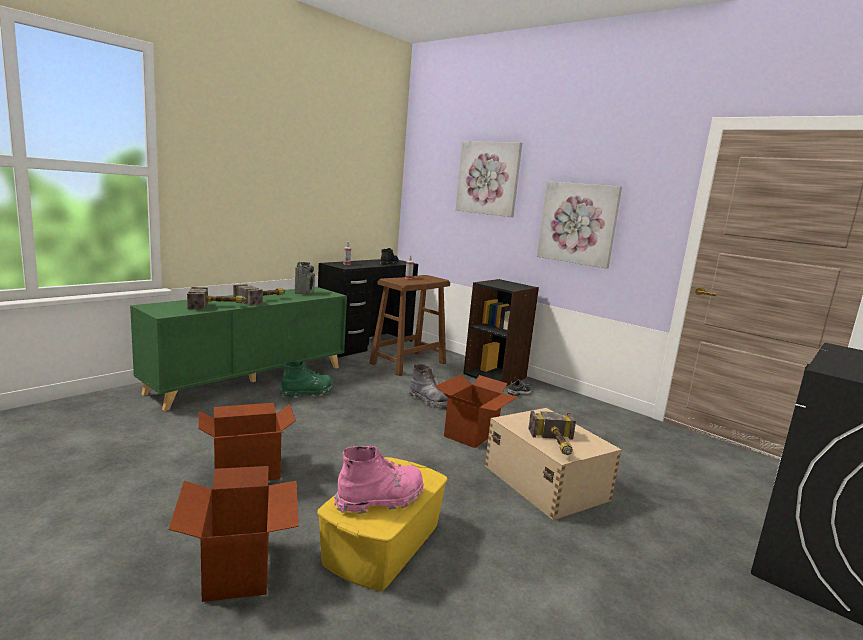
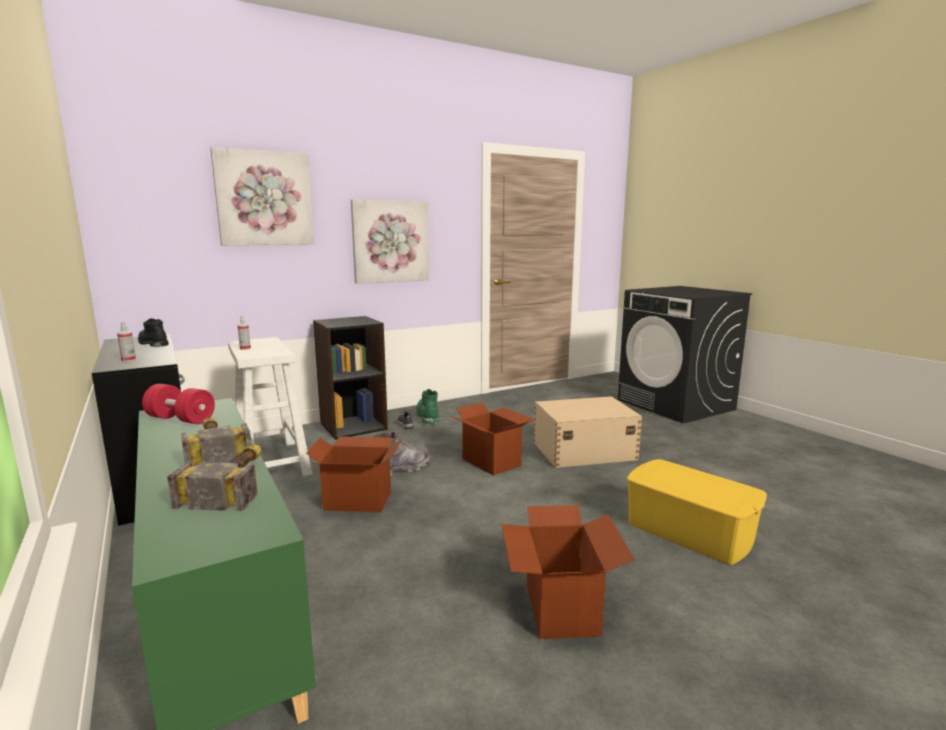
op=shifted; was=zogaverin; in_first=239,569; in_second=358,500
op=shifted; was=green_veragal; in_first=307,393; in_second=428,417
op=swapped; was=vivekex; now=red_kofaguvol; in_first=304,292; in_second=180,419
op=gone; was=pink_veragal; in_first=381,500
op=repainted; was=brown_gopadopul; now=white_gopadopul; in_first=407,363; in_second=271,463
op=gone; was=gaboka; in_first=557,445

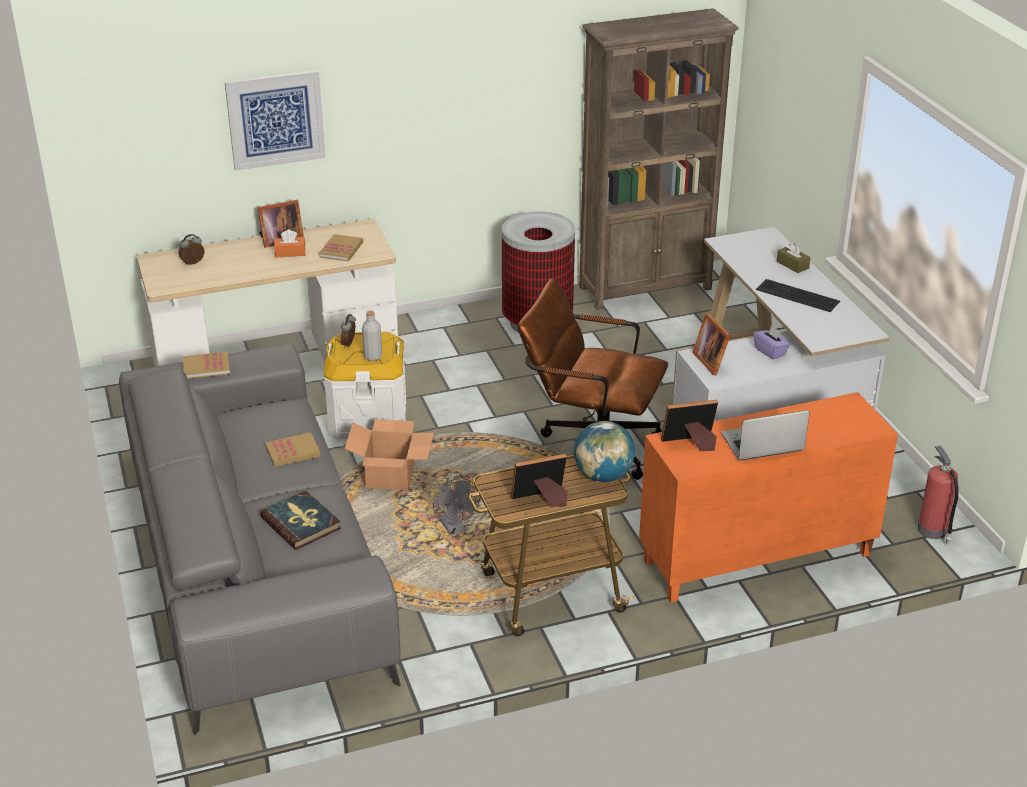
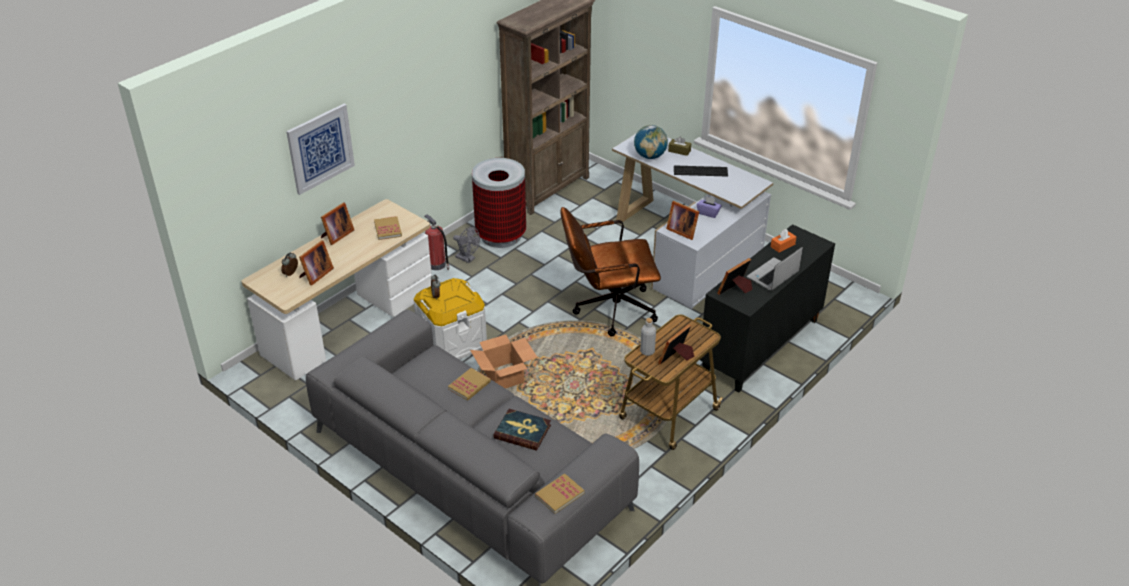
op=shifted; was=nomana; in_first=206,367; in_second=559,495
op=shifted; was=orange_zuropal; in_first=290,253; in_second=782,245
op=shifted; was=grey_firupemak; in_first=373,357; in_second=647,351
op=shifted; was=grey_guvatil; in_first=455,529; in_second=468,259
op=shifted; was=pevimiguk; in_first=603,476; in_second=650,156
op=repainted; was=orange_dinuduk; now=black_dinuduk; in_first=756,559; in_second=761,346
op=shifted; was=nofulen; in_first=933,531; in_second=437,265
op=new; now=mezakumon; in_second=315,275

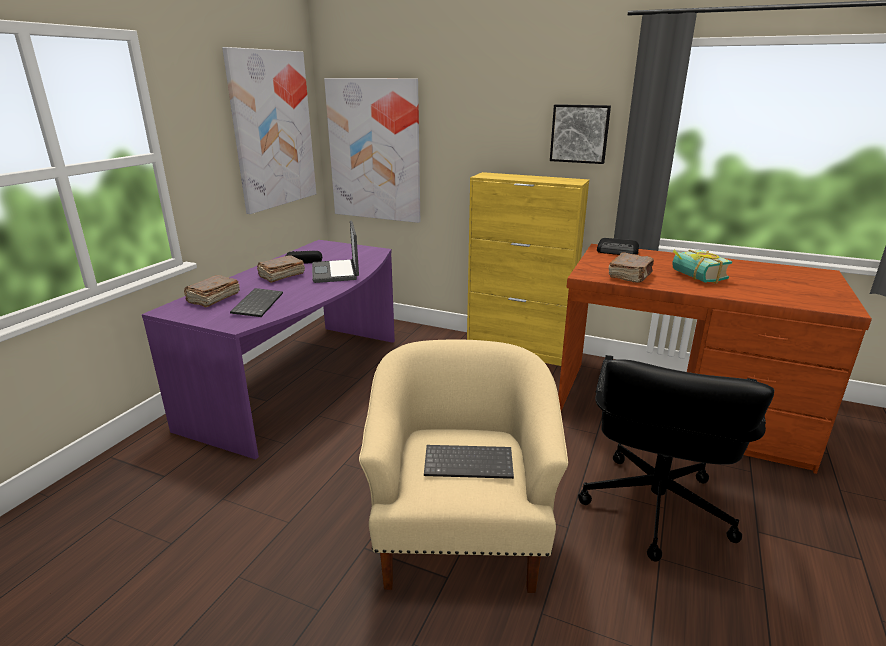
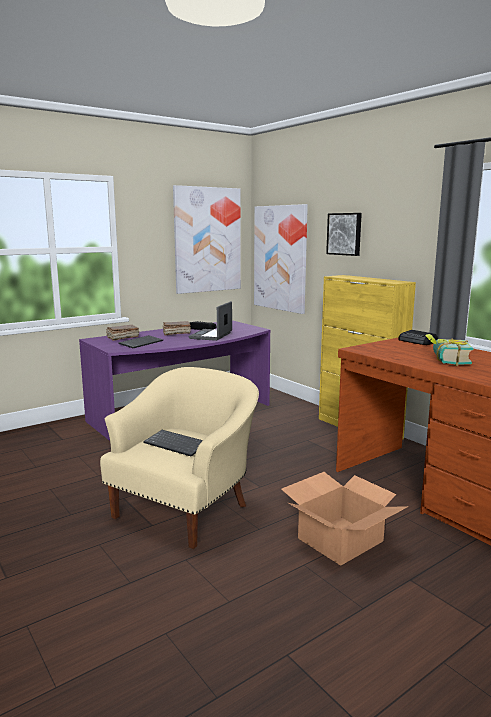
op=shifted; was=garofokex; in_first=579,133; in_second=345,234
op=swapped; was=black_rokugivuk; now=zogaverin; in_first=653,507; in_second=339,539
op=gone; was=brown_nomana; in_first=630,276

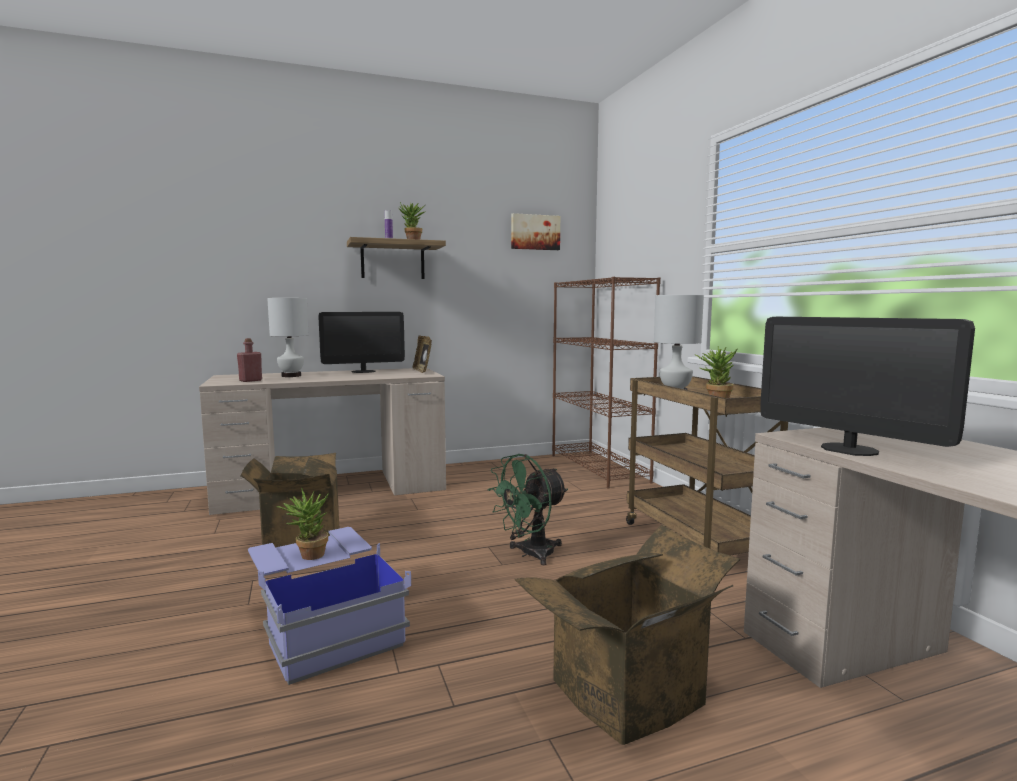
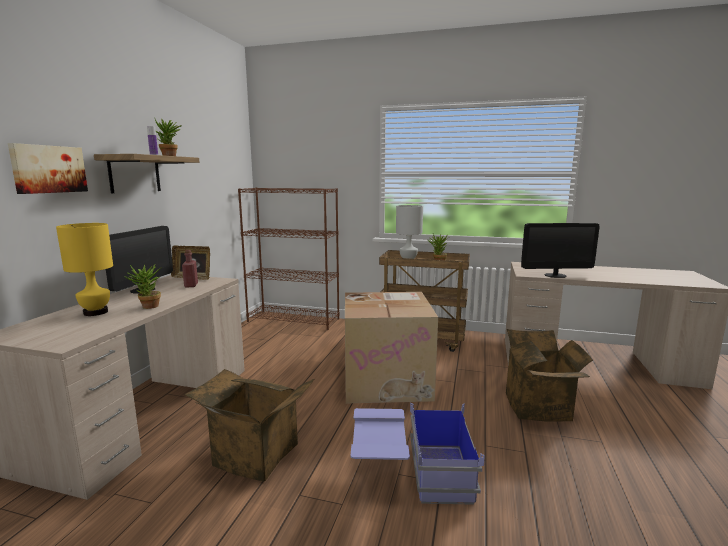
op=shifted; was=red_firupemak; in_first=250,380; in_second=191,285
op=repainted; was=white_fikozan; now=yellow_fikozan; in_first=291,376; in_second=96,312
op=shifted; was=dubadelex; in_first=307,556; in_second=148,307
op=swapped; was=green_guvatil; now=zogaverin; in_first=530,554; in_second=387,380
op=shifted; was=garofokex; in_first=535,232; in_second=48,169

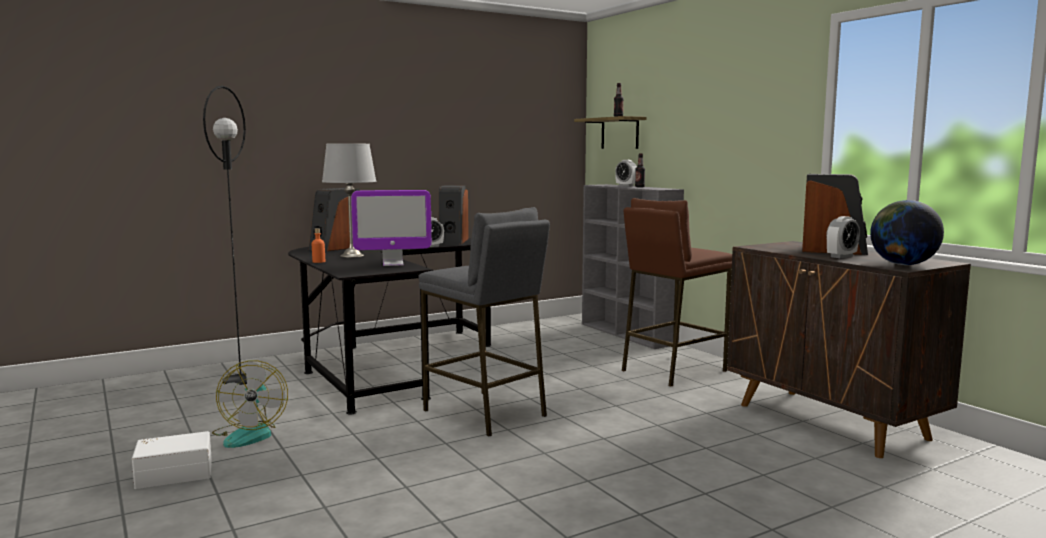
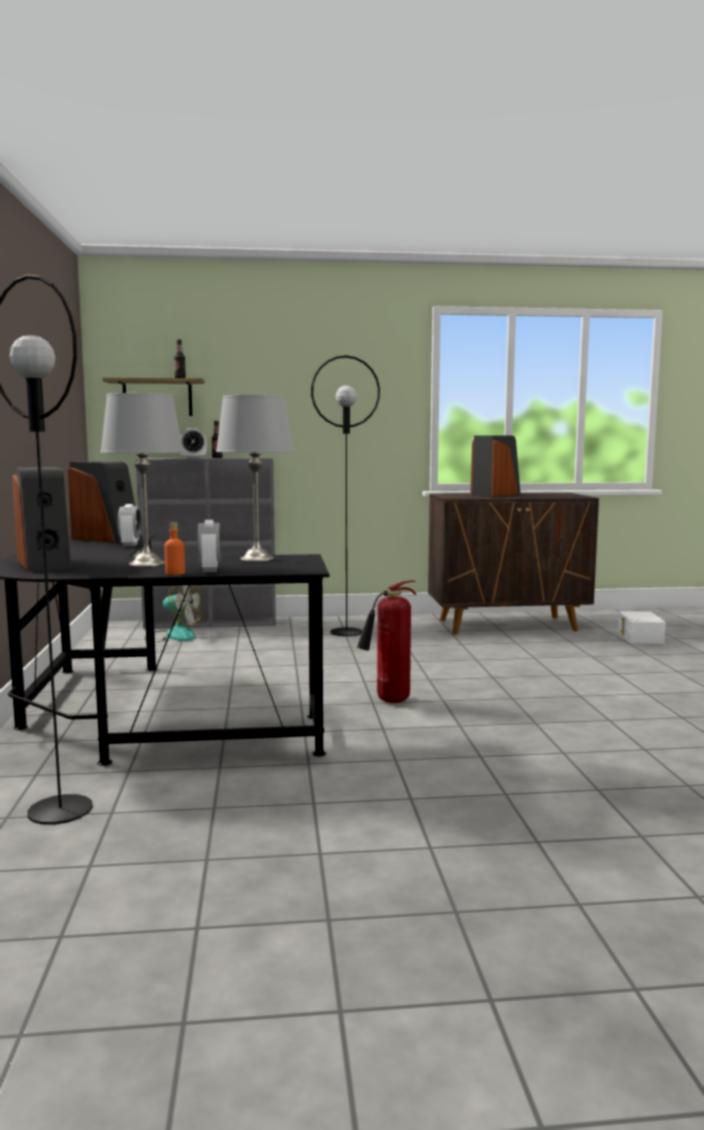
op=shifted; was=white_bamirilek; in_first=174,473; in_second=638,637
op=shifted; was=guvatil; in_first=250,434; in_second=173,636
op=swapped; was=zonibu; now=grey_fikozan; in_first=393,264; in_second=256,558
op=swapped; was=grey_gopadopul; now=nofulen; in_first=485,413; in_second=389,701
op=swapped; was=brown_gopadopul; now=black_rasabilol; in_first=672,370; in_second=346,632
op=shifted; was=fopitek; in_first=841,256; in_second=210,570
op=gone; was=pevimiguk; in_first=903,264

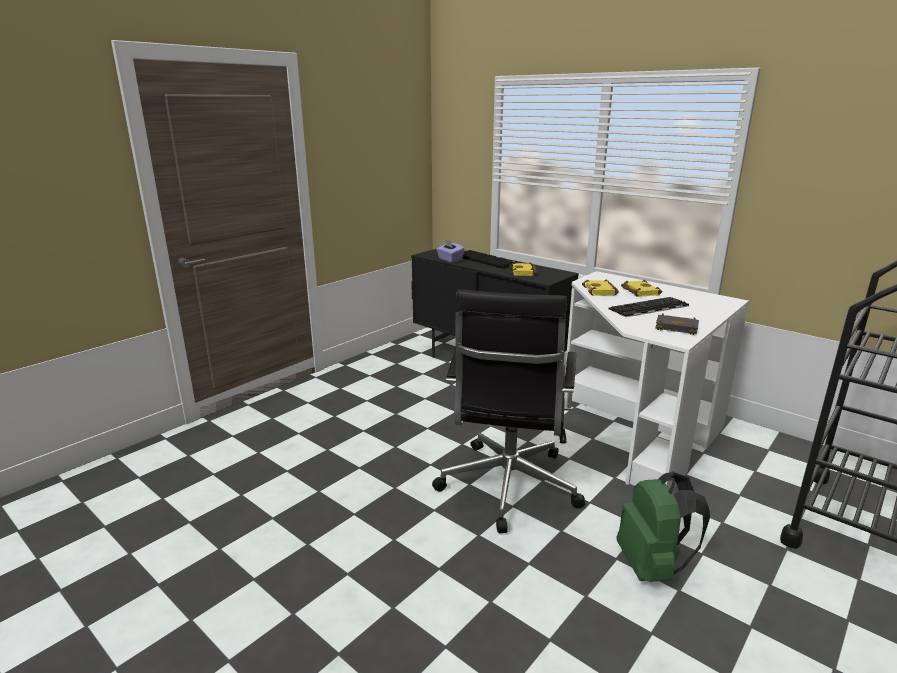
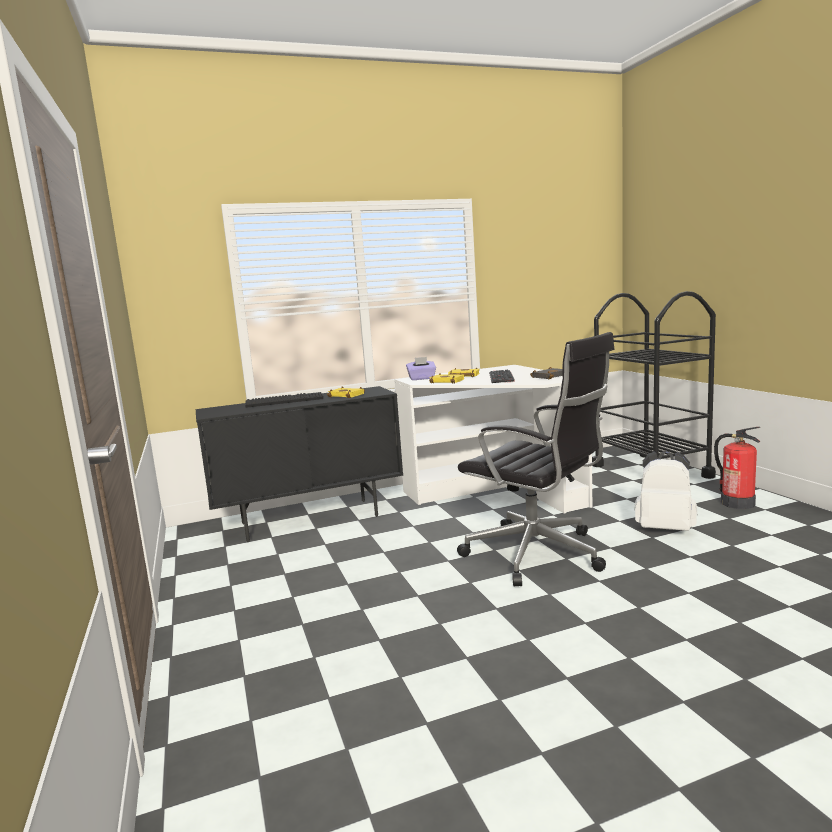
op=shifted; was=purple_zuropal; in_first=450,260; in_second=422,378
op=repainted; was=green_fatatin; now=white_fatatin; in_first=652,566; in_second=665,528
op=new; now=nofulen; in_second=737,503

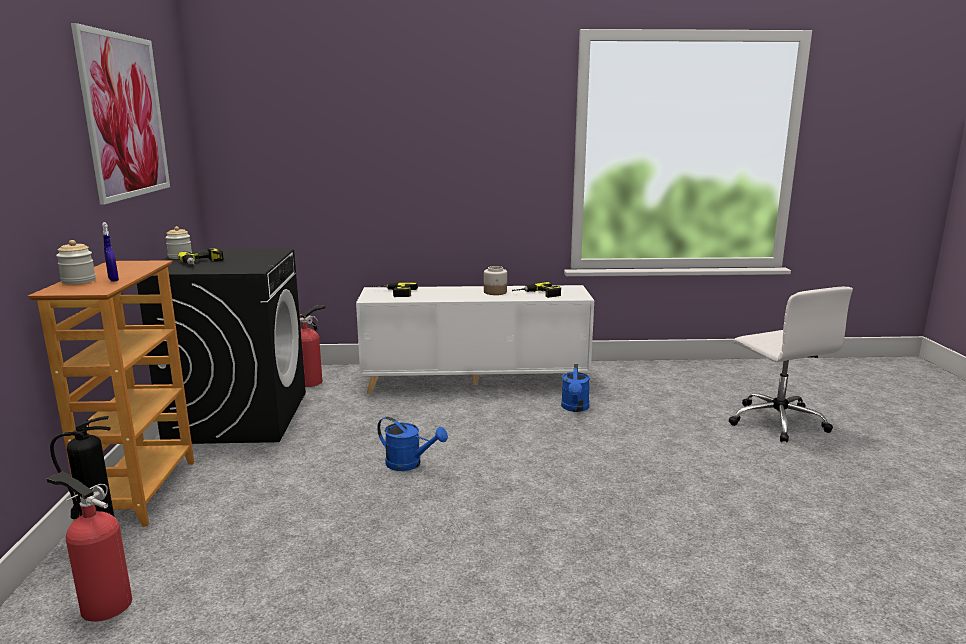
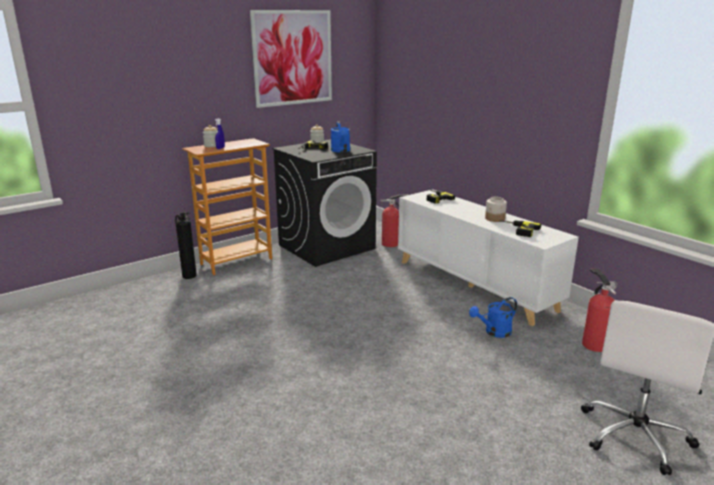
op=shifted; was=nofulen; in_first=103,603; in_second=593,343
op=shifted; was=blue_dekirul; in_first=409,464; in_second=341,151

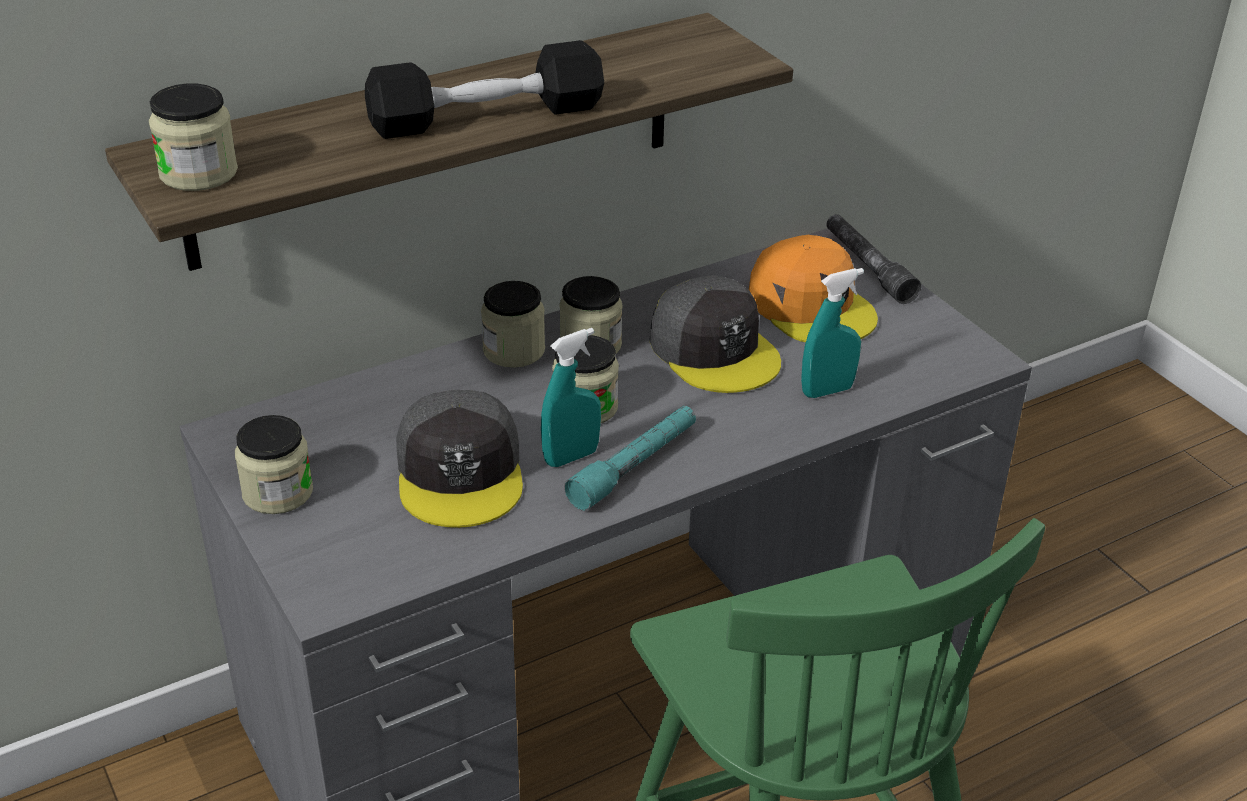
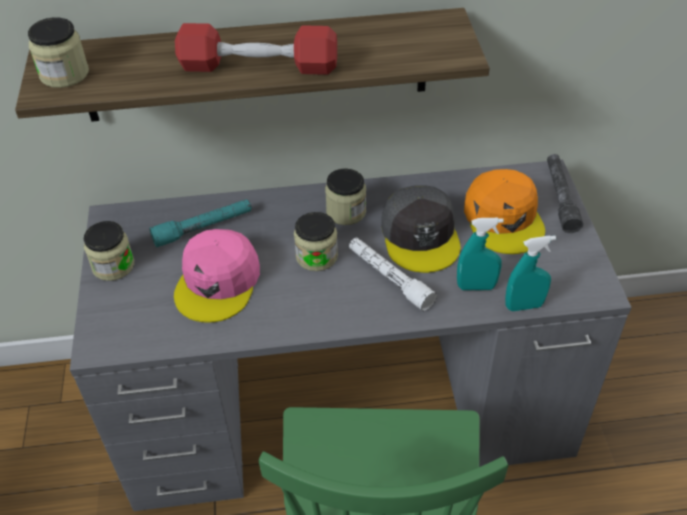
op=repainted; was=black_kofaguvol; now=red_kofaguvol; in_first=486,116; in_second=258,66
op=repainted; was=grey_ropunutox; now=pink_ropunutox; in_first=461,473; in_second=218,282
op=gone; was=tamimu; in_first=514,350
op=shifted; was=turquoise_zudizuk; in_first=571,457; in_second=524,306
op=shifted; was=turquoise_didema; in_first=634,466; in_second=203,228
op=new; now=white_didema; in_second=389,278

